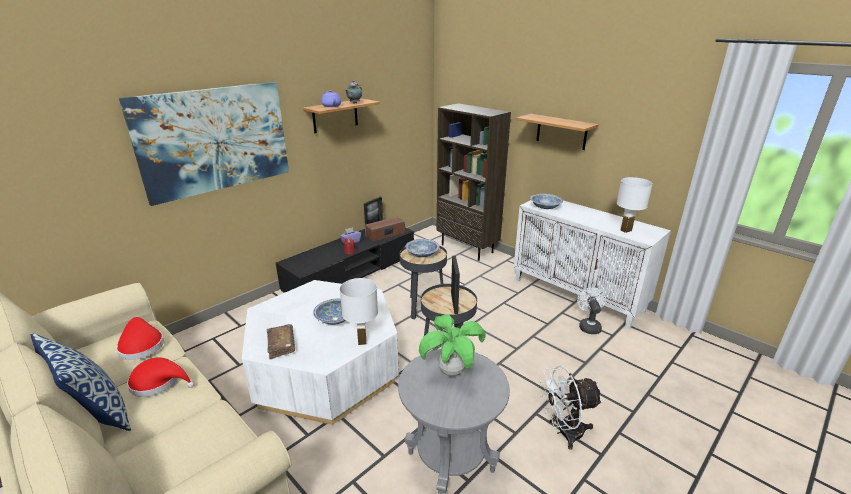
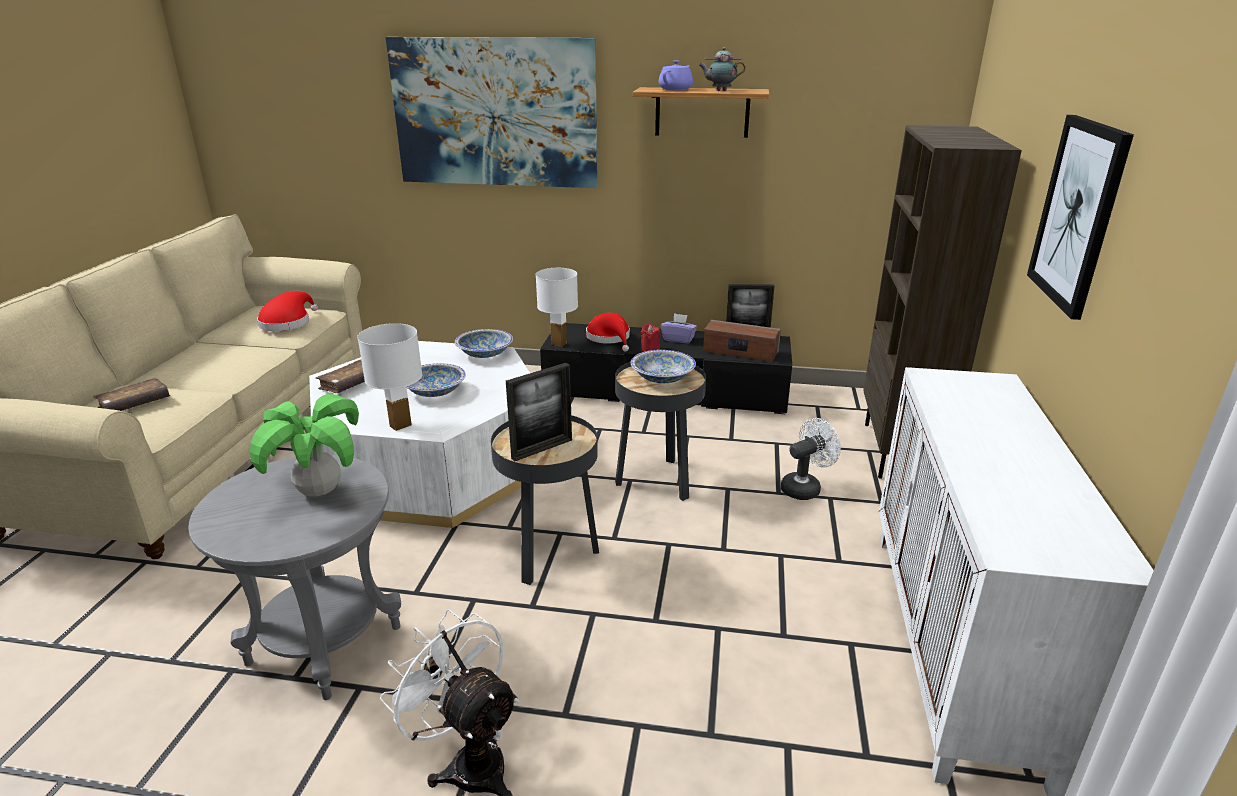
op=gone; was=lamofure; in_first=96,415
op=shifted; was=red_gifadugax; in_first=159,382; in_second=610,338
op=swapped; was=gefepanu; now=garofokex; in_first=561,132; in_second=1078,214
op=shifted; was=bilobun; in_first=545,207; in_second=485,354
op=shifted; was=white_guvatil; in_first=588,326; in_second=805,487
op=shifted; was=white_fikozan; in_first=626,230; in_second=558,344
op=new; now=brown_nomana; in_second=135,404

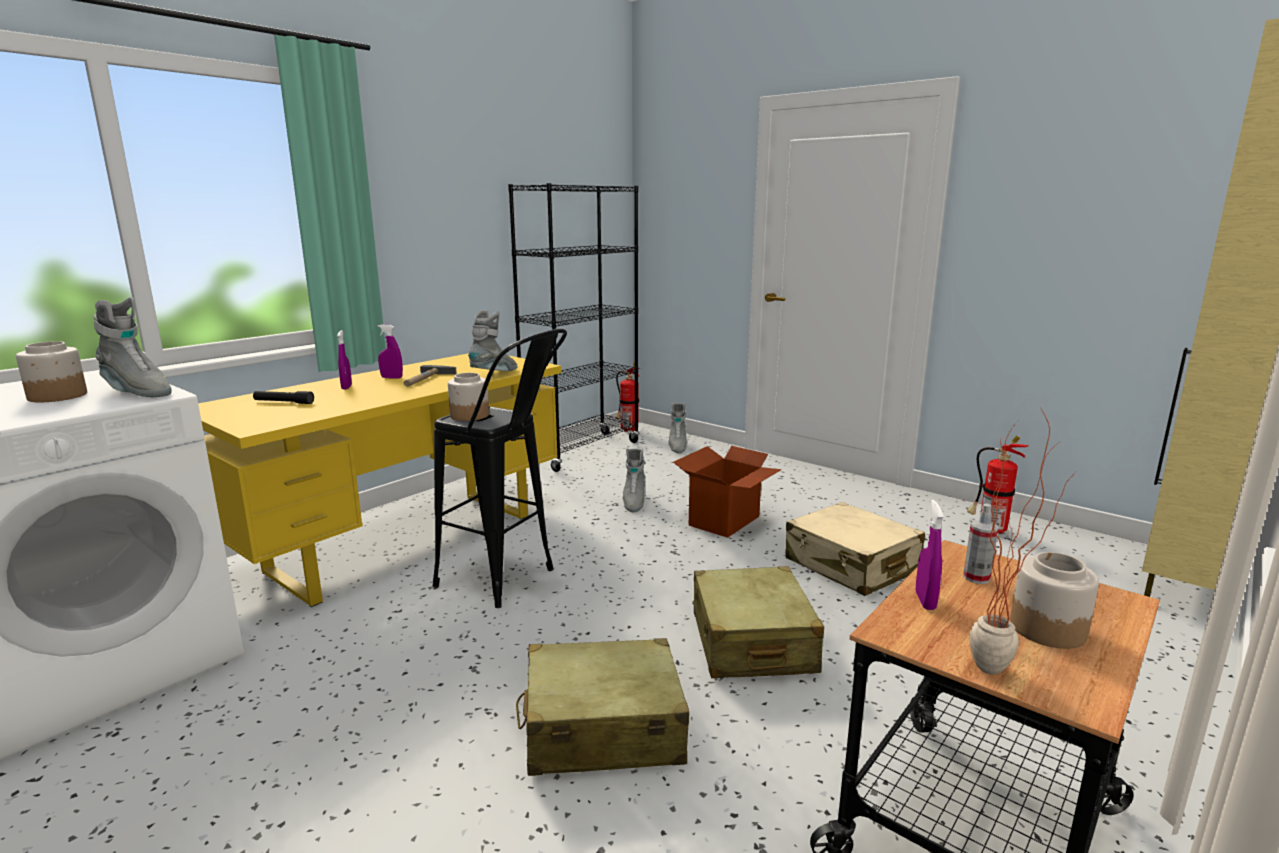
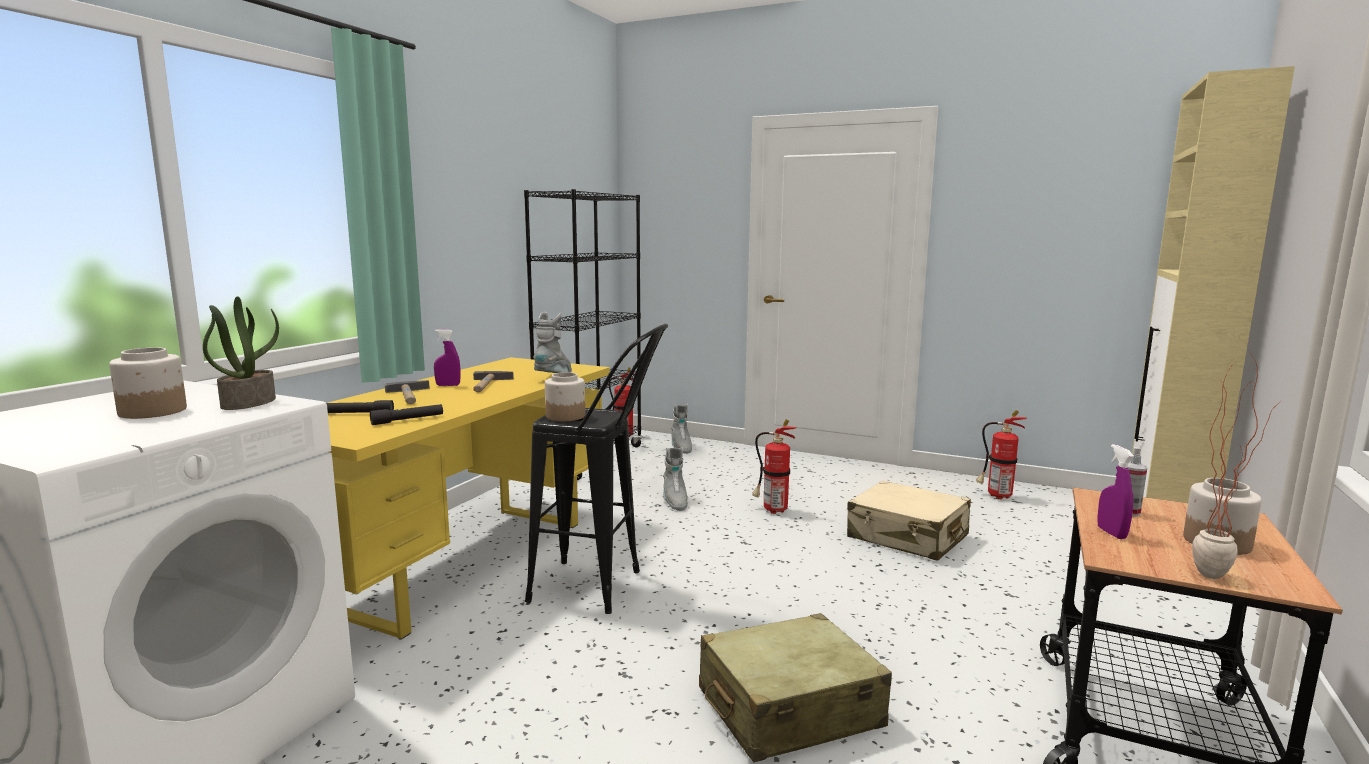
op=swapped; was=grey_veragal; now=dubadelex; in_first=136,392; in_second=248,403
op=swapped; was=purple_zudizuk; now=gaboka; in_first=346,387; in_second=410,396
op=swapped; was=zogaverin; now=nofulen; in_first=725,521; in_second=772,510
op=gone; was=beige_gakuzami; in_first=751,642
op=new; now=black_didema; in_second=408,420

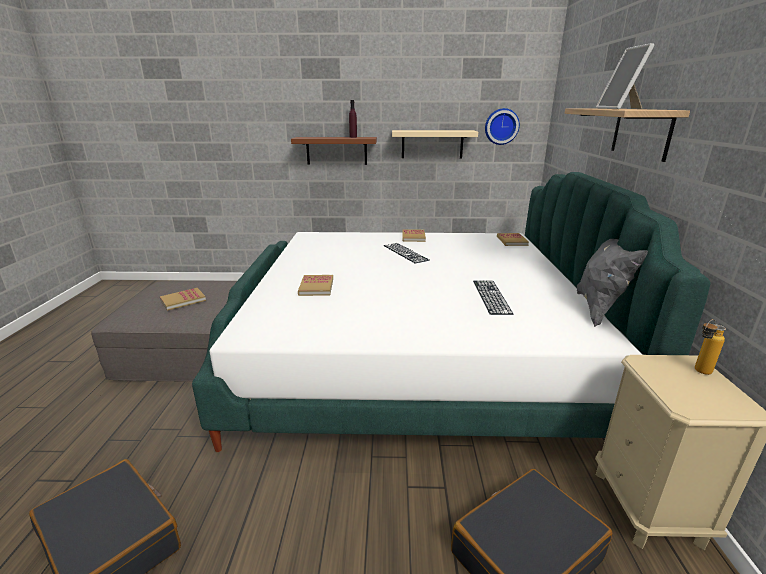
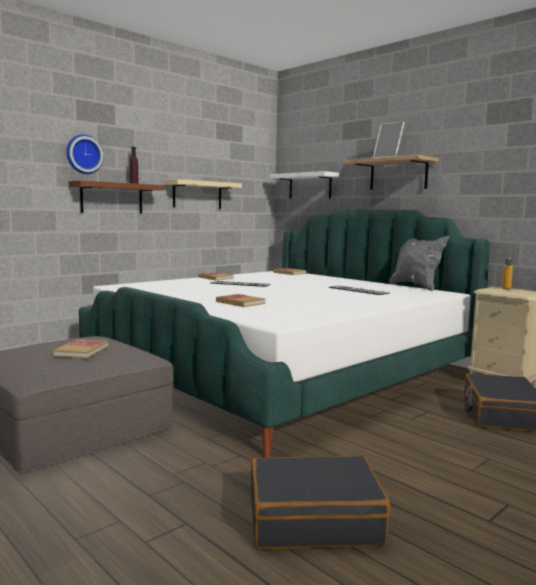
op=shifted; was=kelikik; in_first=501,126; in_second=83,154
op=new; now=white_gefepanu; in_second=310,186

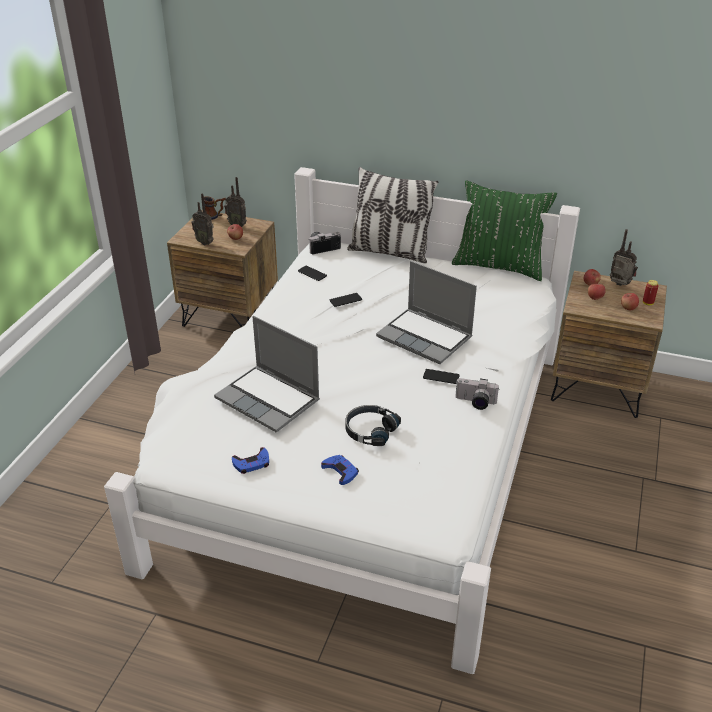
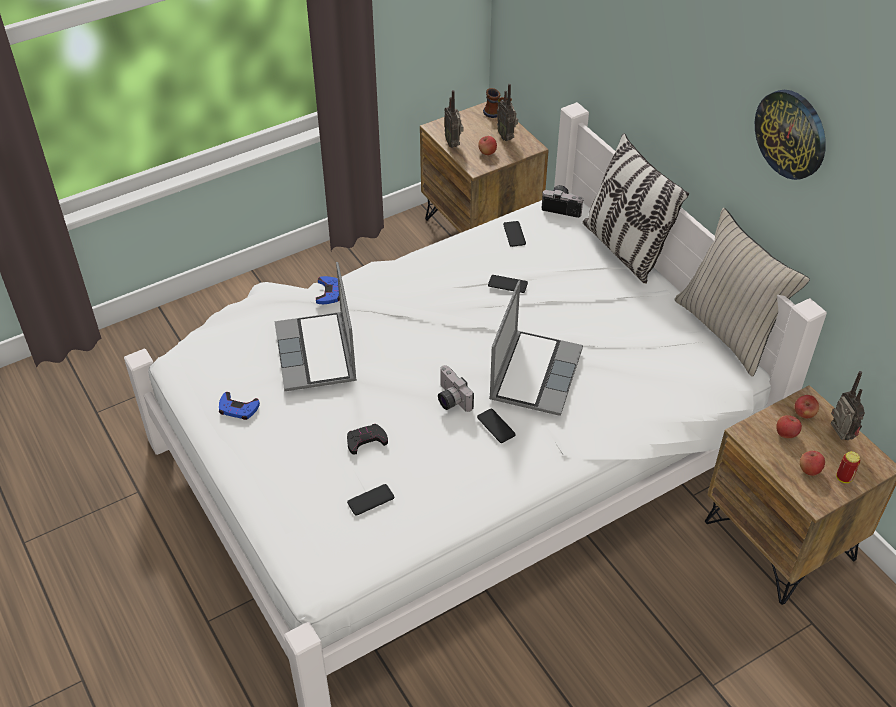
op=shifted; was=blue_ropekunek; in_first=340,471; in_second=329,293
op=swapped; was=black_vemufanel; now=black_ropekunek; in_first=370,430; in_second=366,440
op=rotated; was=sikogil; in_first=426,337; in_second=534,373; clockwise=-150
op=repainted; was=green_lamofure; now=beige_lamofure; in_first=499,266; in_second=728,330
op=shifted; was=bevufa; in_first=475,403; in_second=450,399
op=new; now=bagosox; in_second=370,500
op=new; now=kelikik; in_second=791,134

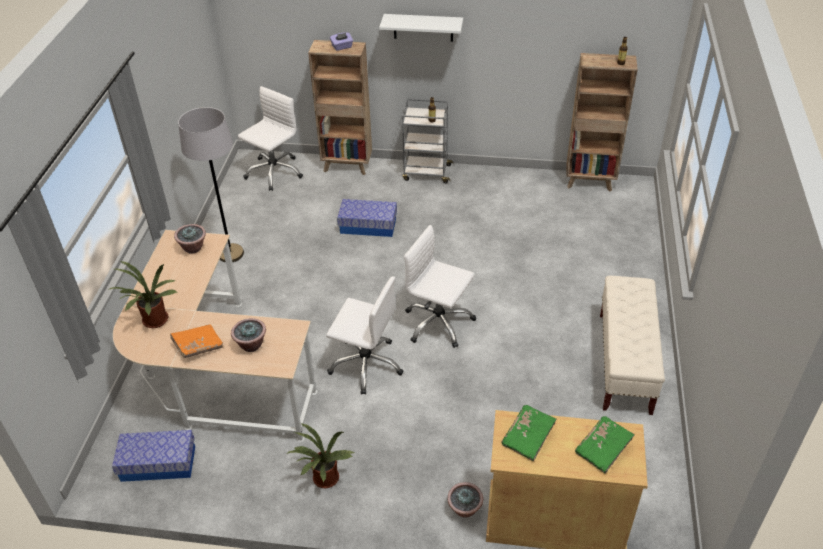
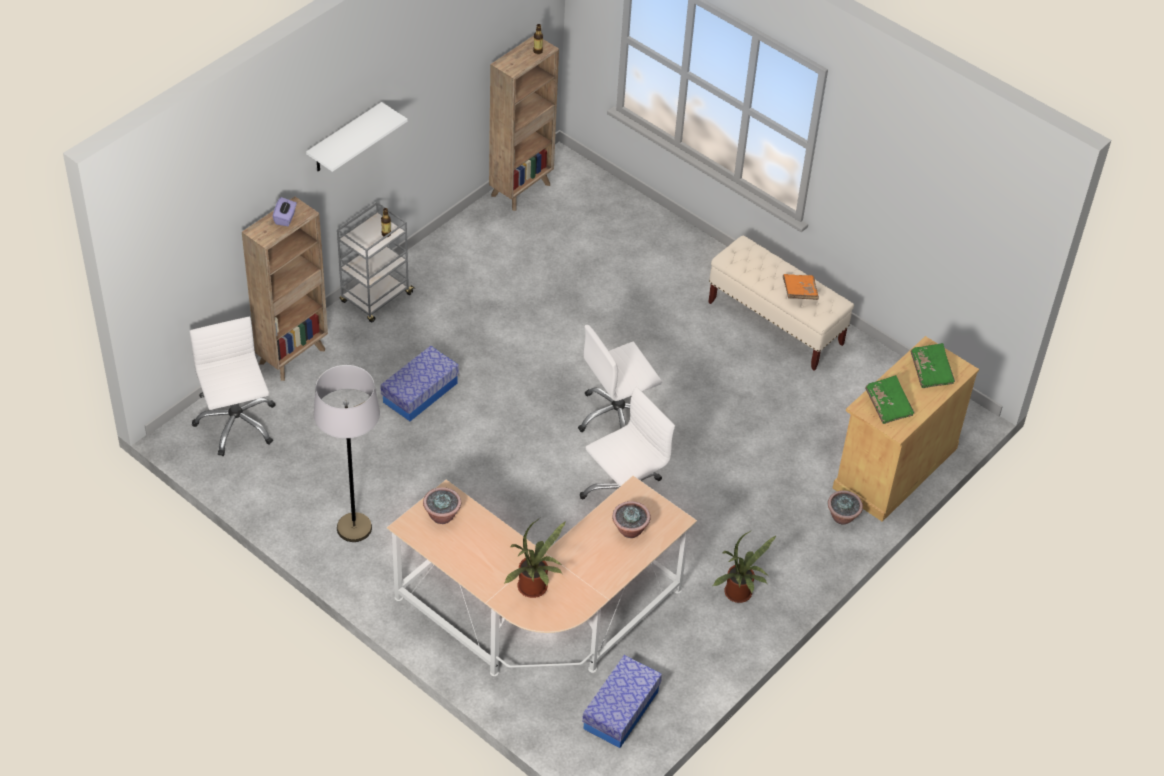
op=shifted; was=orange_nomana; in_first=198,346; in_second=799,292

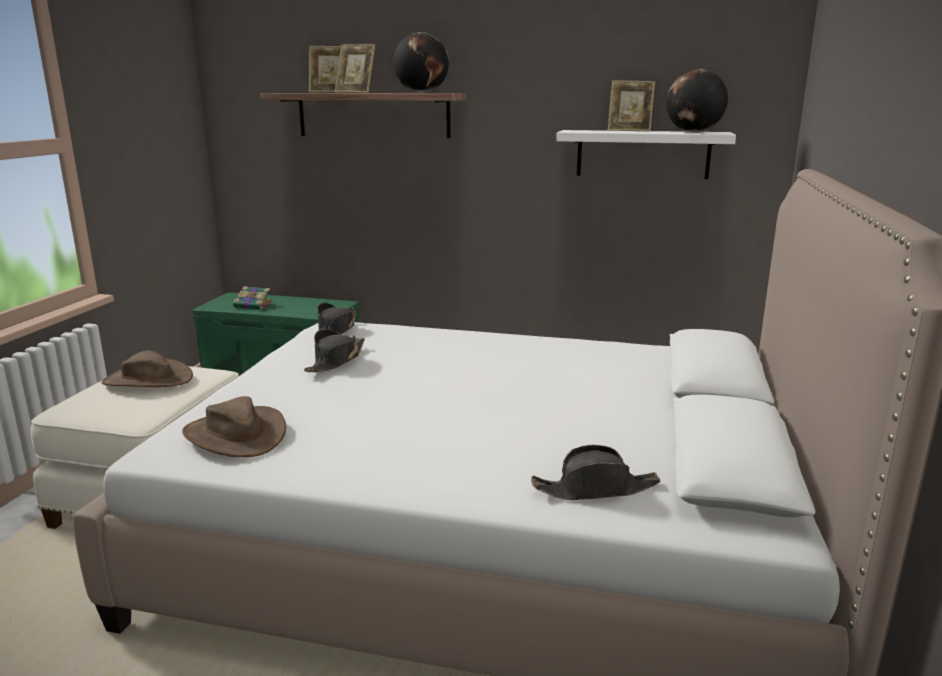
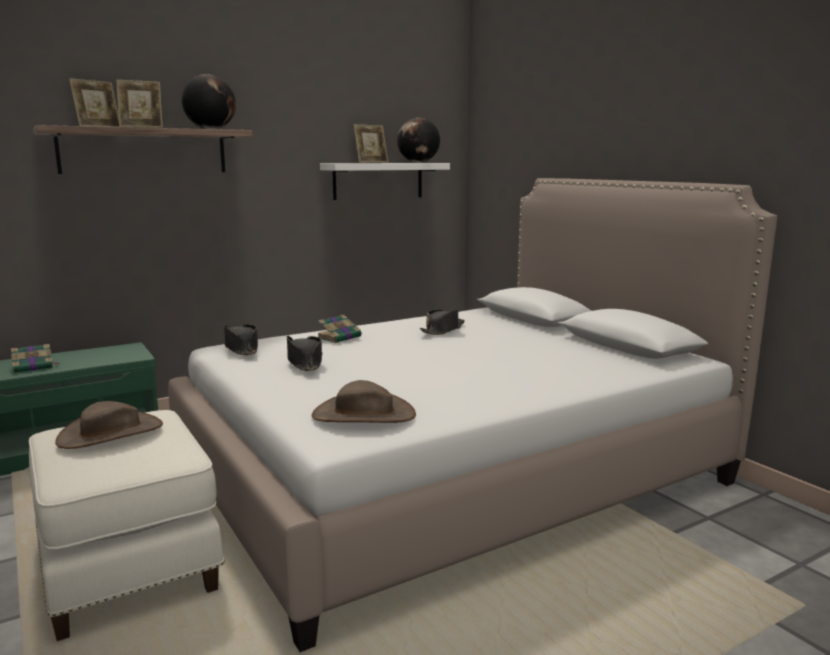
op=shifted; was=black_gifadugax; in_first=595,489; in_second=443,330
op=new; now=nomana; in_second=340,337

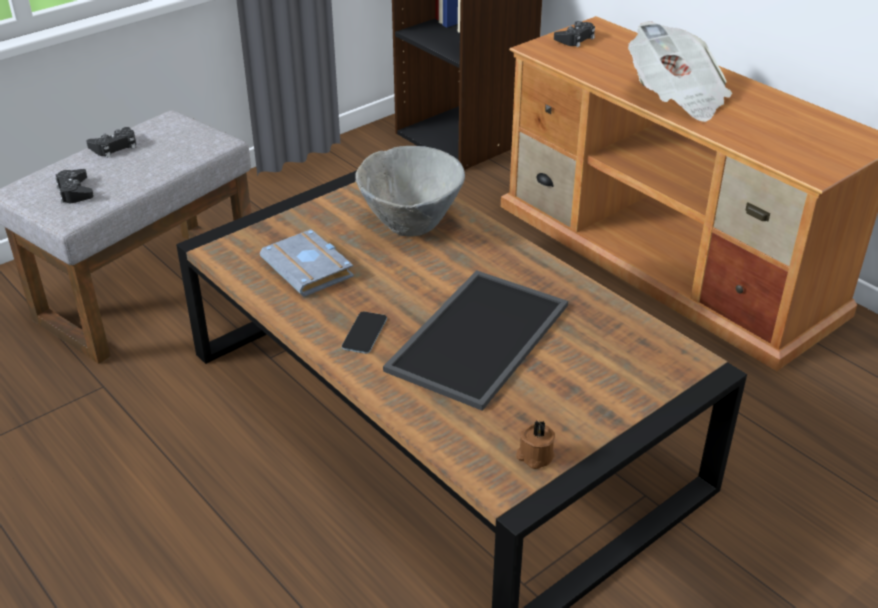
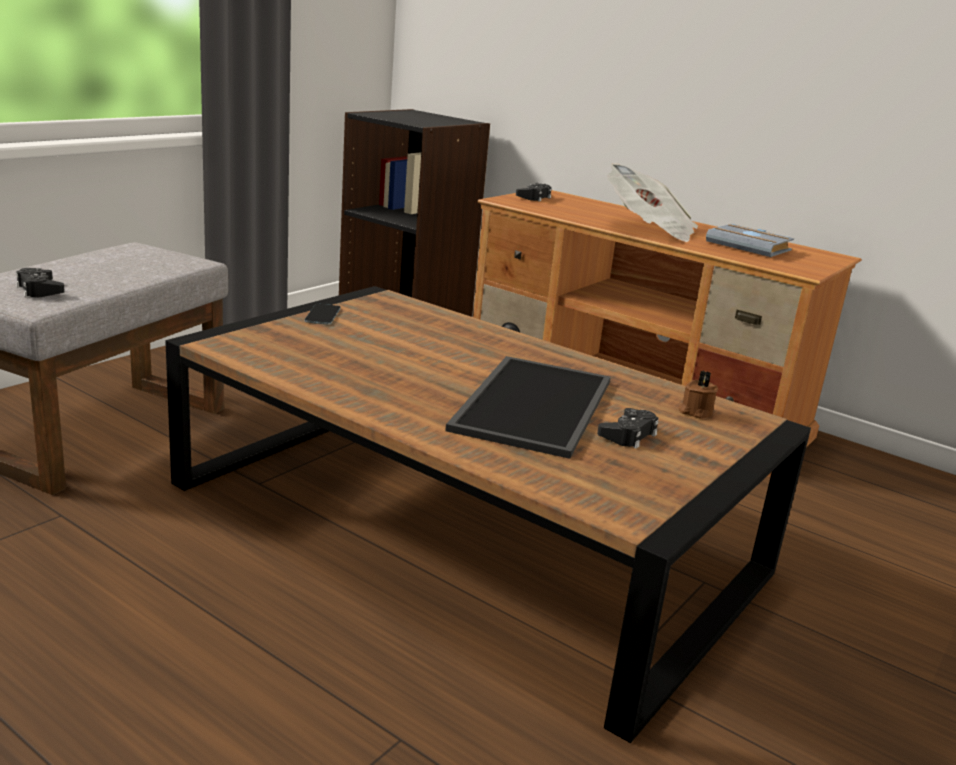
op=shifted; was=black_ropekunek; in_first=115,147; in_second=628,434
op=shifted; was=grey_nomana; in_first=310,269; in_second=750,247
op=shifted; was=bagosox; in_first=364,333; in_second=322,315
op=gone; was=grey_bilobun; in_first=411,226
op=shifted; was=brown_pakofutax; in_first=534,456; in_second=695,412

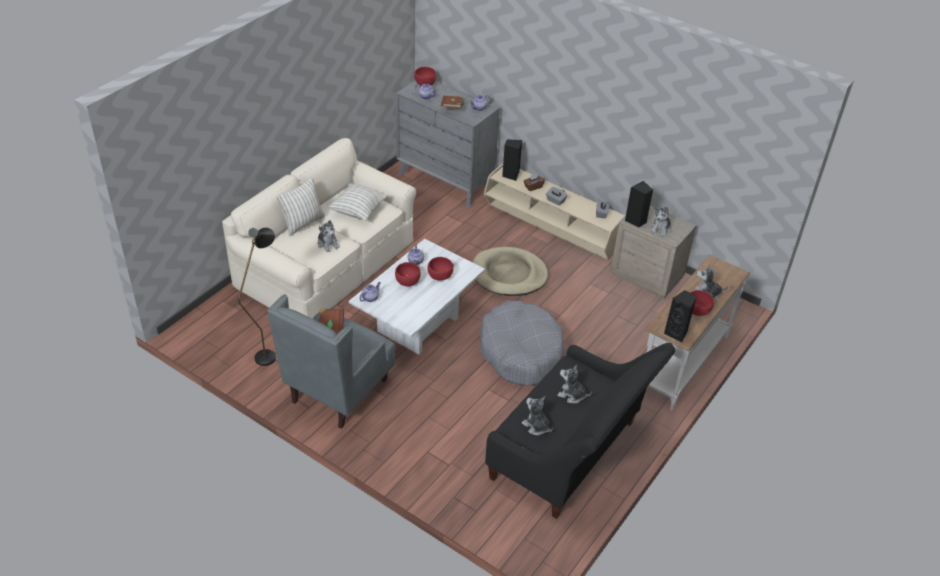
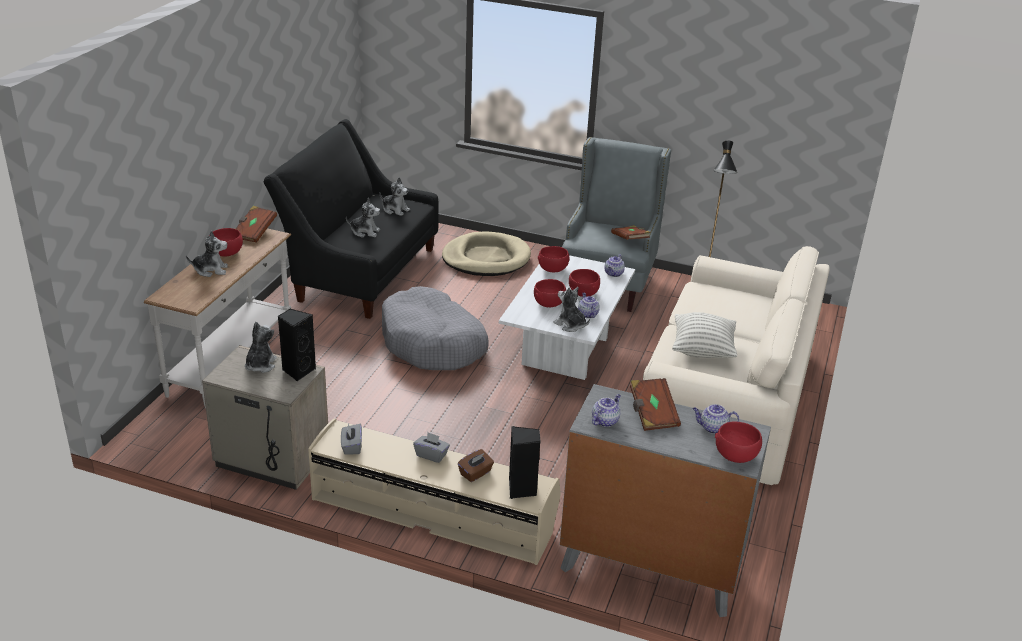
op=gone; was=lamofure; in_first=303,223
op=shifted; was=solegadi; in_first=328,244; in_second=570,325
op=shifted; was=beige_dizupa; in_first=509,274; in_second=486,258
op=swapped; was=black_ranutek; now=brown_nomana; in_first=677,333; in_second=254,232
op=new; now=red_bilobun; in_second=553,269

